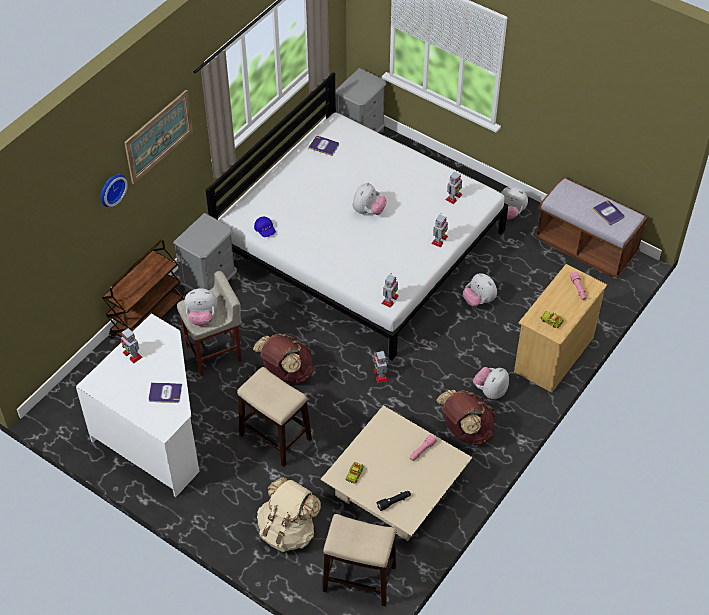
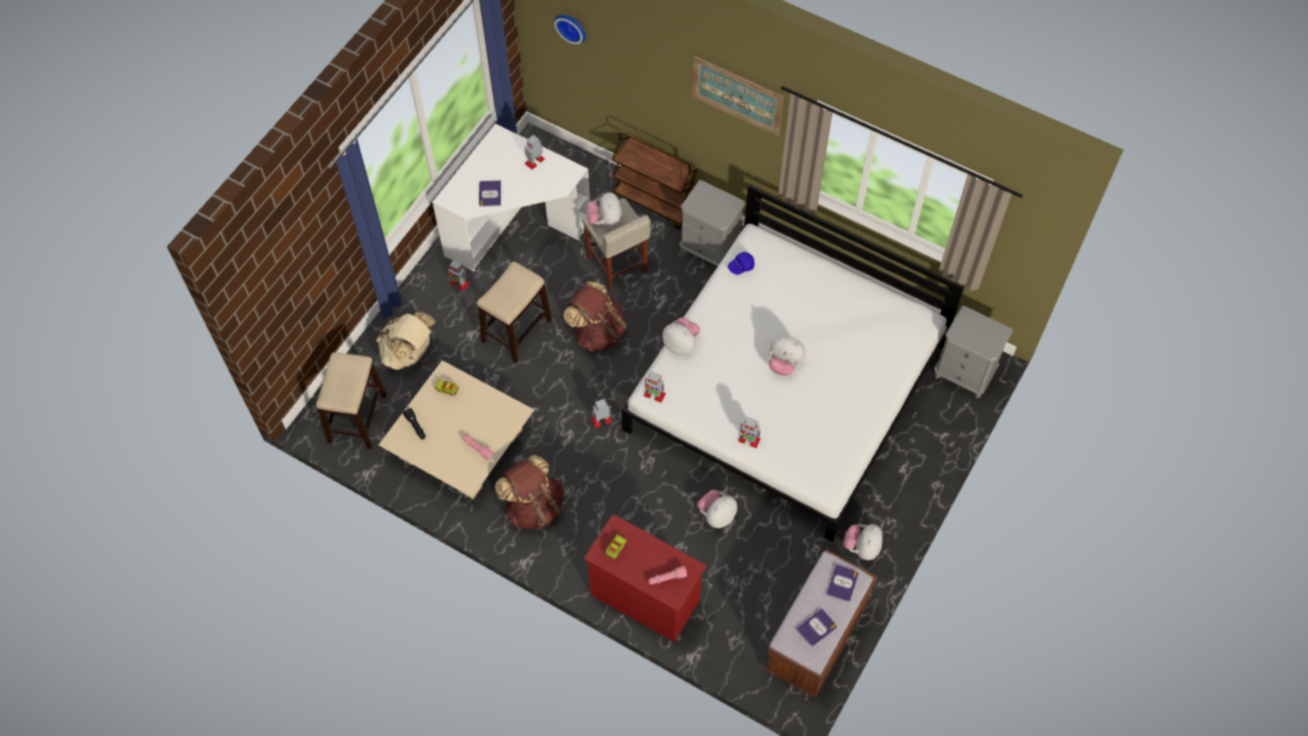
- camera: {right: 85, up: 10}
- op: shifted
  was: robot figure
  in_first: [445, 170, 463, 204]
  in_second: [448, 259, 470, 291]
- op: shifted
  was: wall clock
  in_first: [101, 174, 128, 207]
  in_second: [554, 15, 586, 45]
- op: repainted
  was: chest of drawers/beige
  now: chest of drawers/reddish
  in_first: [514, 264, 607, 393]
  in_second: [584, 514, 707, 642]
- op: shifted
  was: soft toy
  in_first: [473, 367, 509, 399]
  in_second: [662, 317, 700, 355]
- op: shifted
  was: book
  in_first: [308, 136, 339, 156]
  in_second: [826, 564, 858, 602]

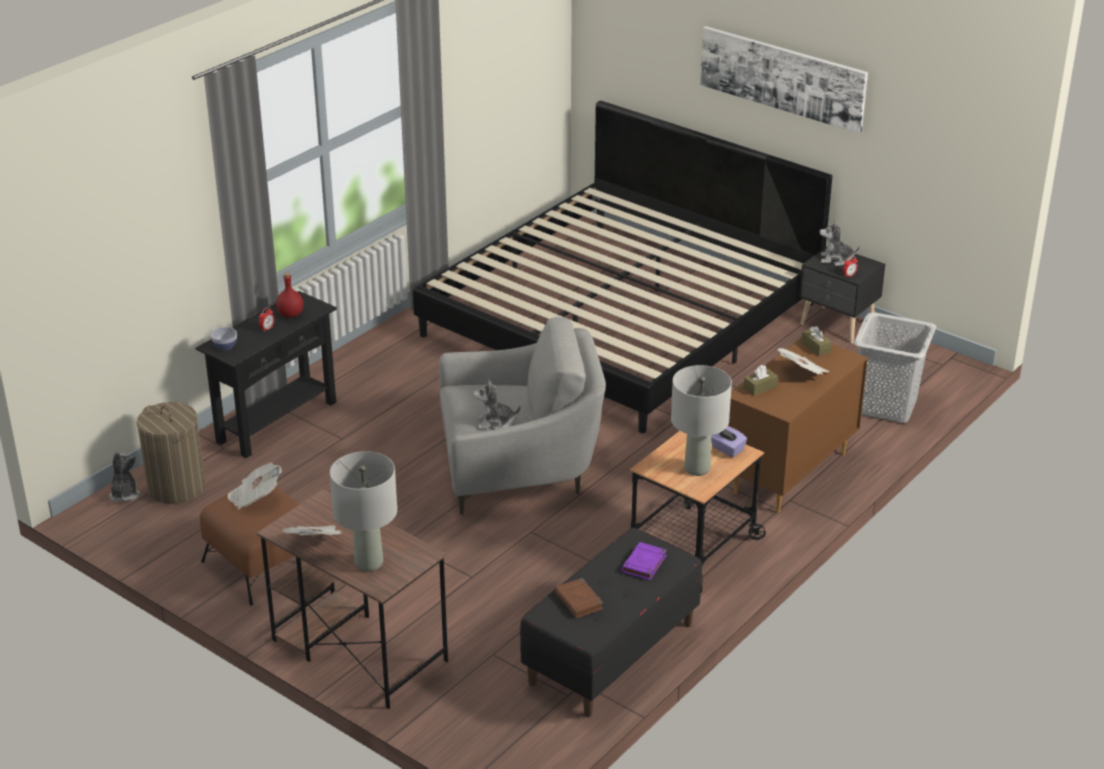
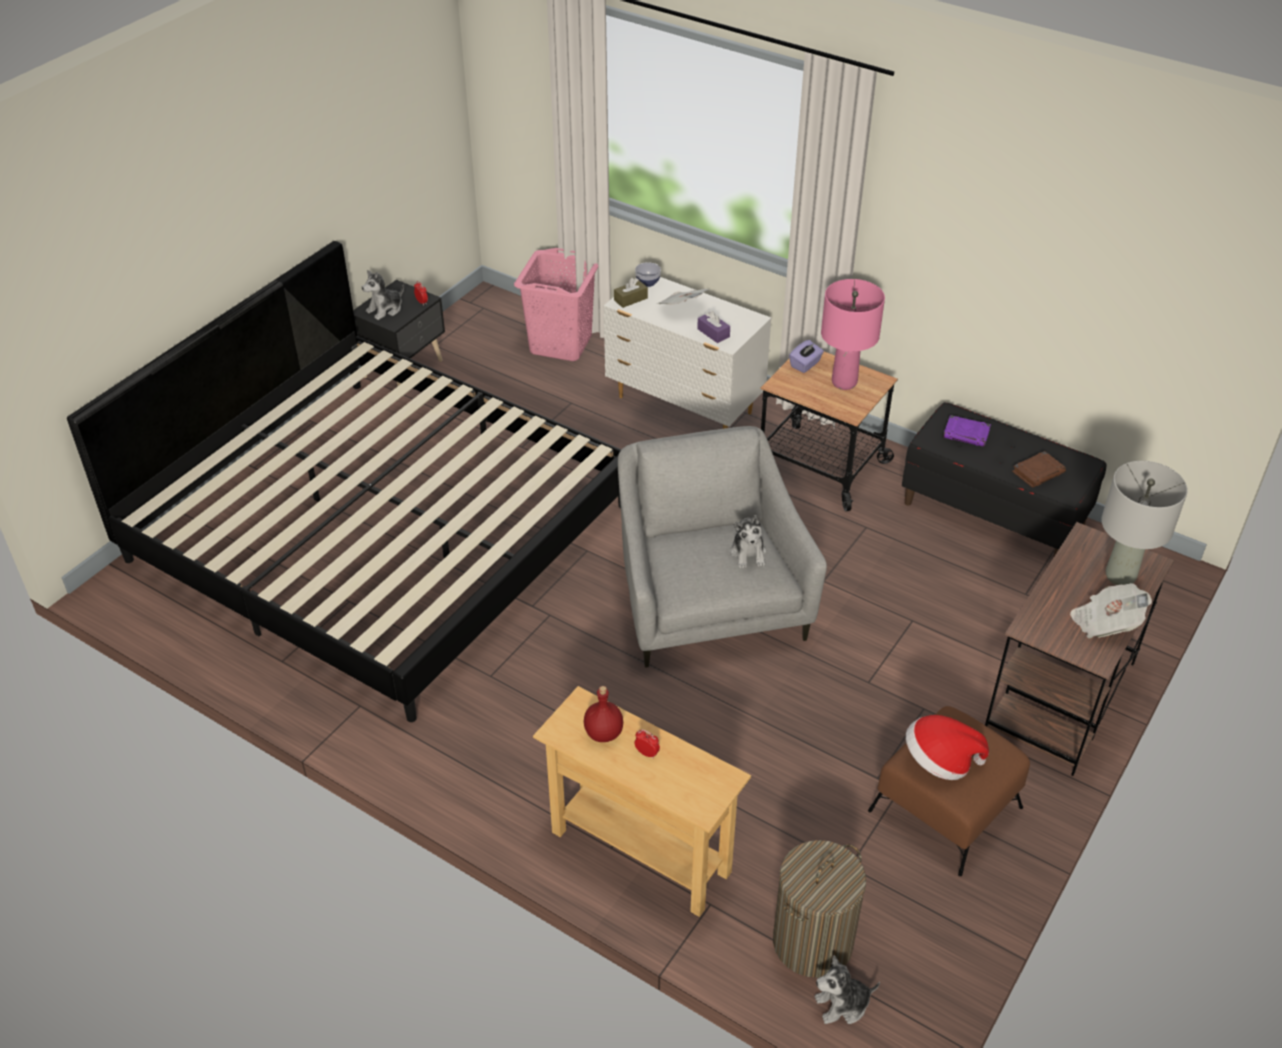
- camera: {right: -95, up: 10}
- op: rotated
  was: soft toy
  in_first: [820, 221, 860, 266]
  in_second: [362, 270, 404, 320]
  clockwise: 45
- op: repainted
  was: hamper/greyish
  now: hamper/pinkish
  in_first: [854, 312, 936, 423]
  in_second: [514, 248, 598, 361]
- op: repainted
  was: hall table/black-coloured
  now: hall table/beige
  in_first: [196, 291, 337, 458]
  in_second: [533, 686, 751, 917]
- op: repainted
  was: chest of drawers/brown
  now: chest of drawers/whitish
  in_first: [728, 337, 868, 513]
  in_second: [604, 277, 771, 429]
- op: shifted
  was: serving bowl
  in_first: [211, 327, 237, 351]
  in_second: [635, 262, 661, 287]
- op: repainted
  was: tissue box/brown
  now: tissue box/purple
  in_first: [744, 365, 778, 396]
  in_second: [697, 311, 730, 343]
- op: repainted
  was: tabletop lamp/greyish
  now: tabletop lamp/pinkish
  in_first: [671, 365, 732, 476]
  in_second: [821, 279, 885, 390]
- op: swapped
  was: newspaper
  now: wearable hat
  in_first: [227, 462, 282, 510]
  in_second: [906, 715, 989, 780]
- op: gone
  was: wall picture
  in_first: [700, 26, 868, 134]

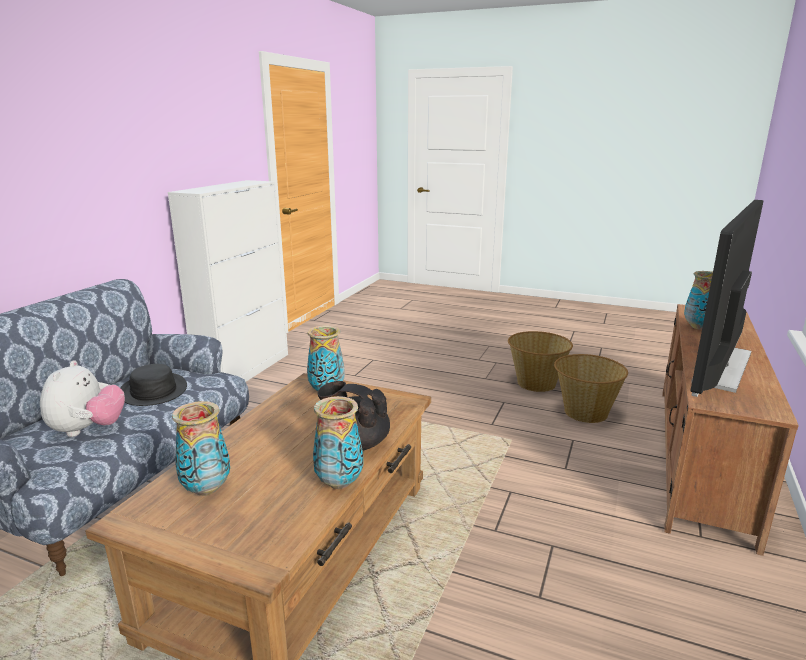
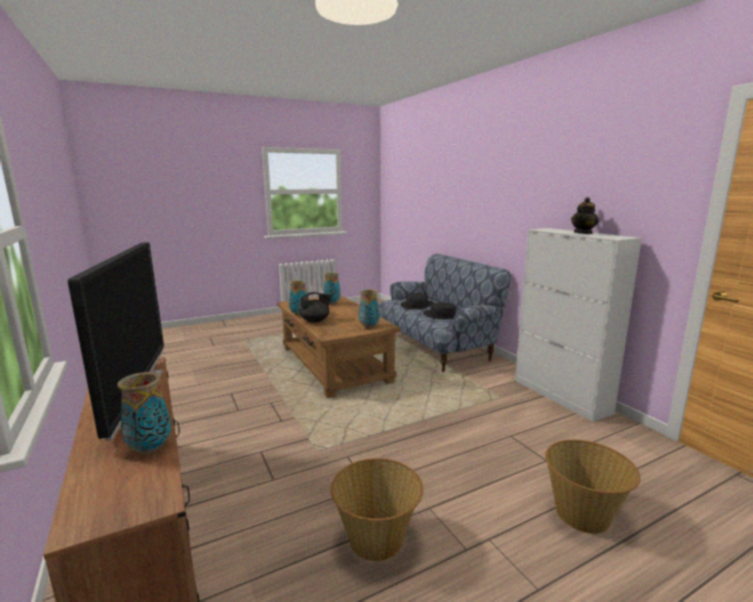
- camera: {right: 130, up: -5}
- op: swapped
  was: soft toy
  now: wearable hat/black-coloured
  in_first: [40, 360, 125, 437]
  in_second: [400, 293, 434, 309]
- op: shifted
  was: basket
  in_first: [554, 354, 628, 423]
  in_second: [545, 440, 641, 534]
- op: new
  now: tea pot
  in_second: [571, 197, 599, 234]

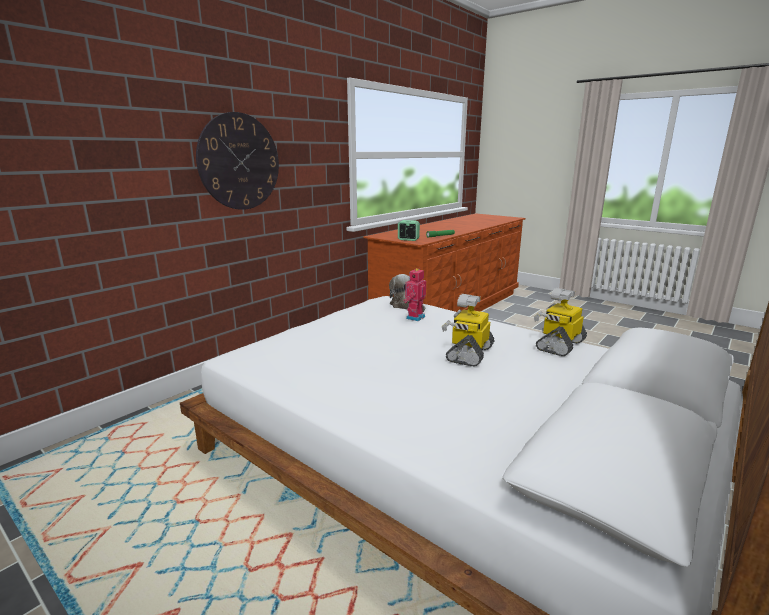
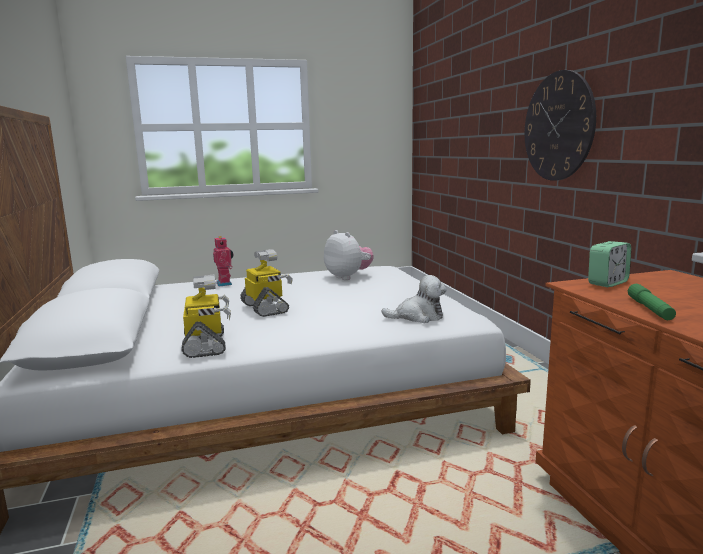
- camera: {right: 125, up: -5}
- op: shifted
  was: robot figure
  in_first: [403, 268, 426, 321]
  in_second: [213, 236, 233, 287]
- op: new
  now: soft toy
  in_second: [324, 230, 374, 280]

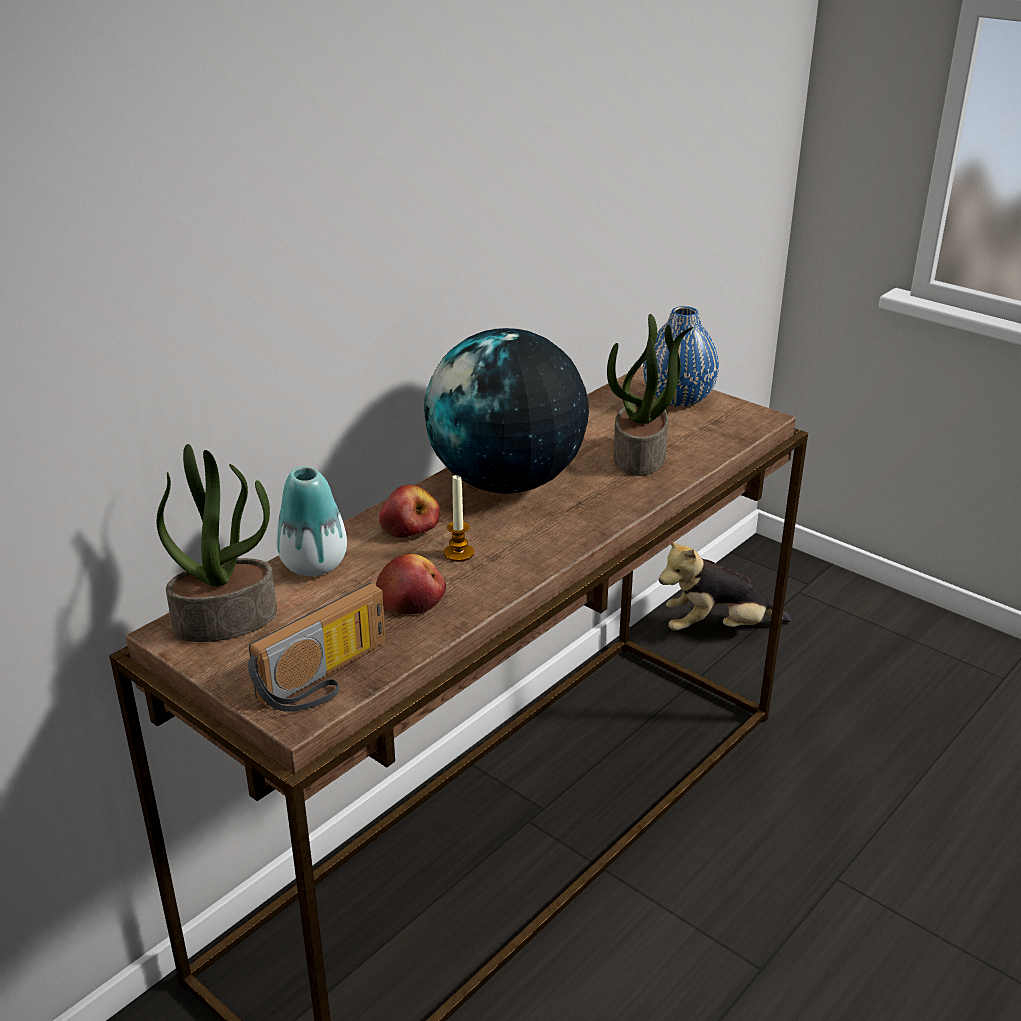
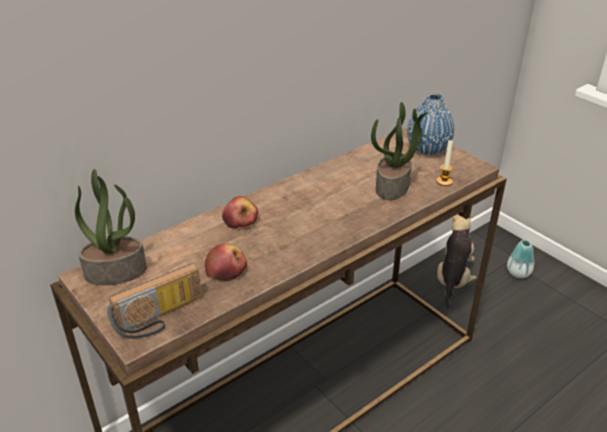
- camera: {right: 10, up: 5}
- op: shifted
  was: wax light
  in_first: [444, 475, 474, 562]
  in_second: [436, 140, 453, 186]
- op: rotated
  was: soft toy
  in_first: [659, 542, 791, 631]
  in_second: [437, 214, 477, 311]
  clockwise: 105
- op: shifted
  was: flower vase
  in_first: [276, 466, 347, 576]
  in_second: [507, 240, 534, 278]
- op: gone
  was: globe
  in_first: [424, 328, 589, 494]

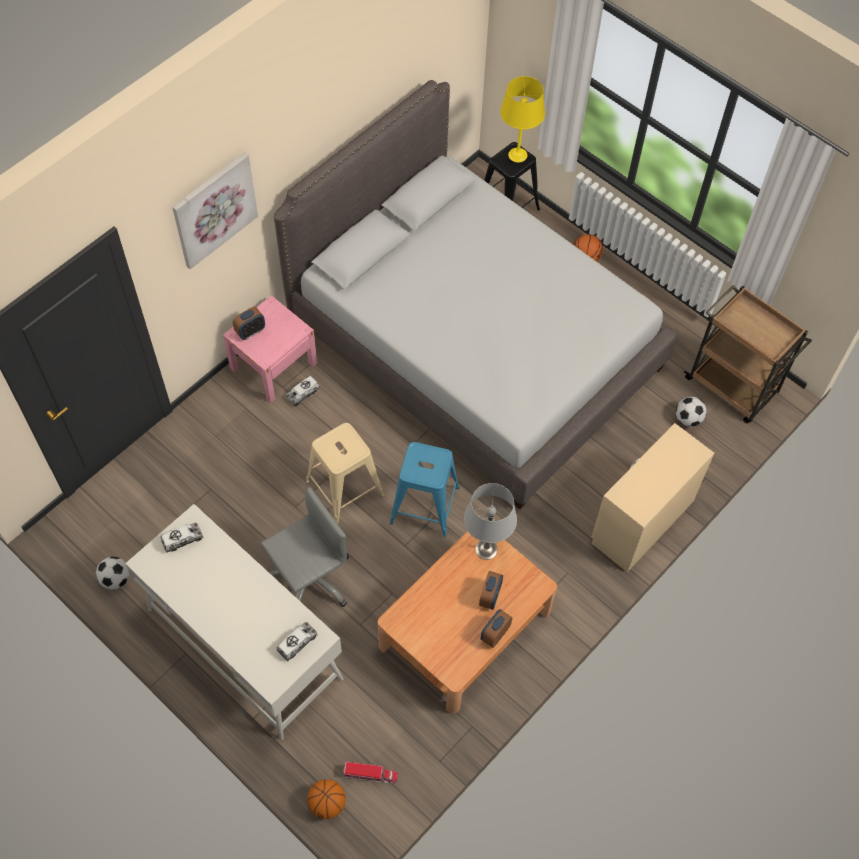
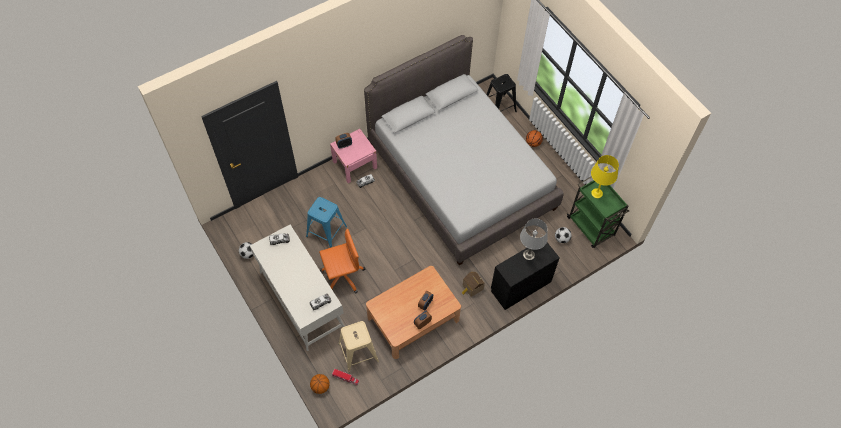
- camera: {right: 15, up: 0}
- op: shifted
  was: stool seat/bluish
  in_first: [390, 442, 460, 537]
  in_second: [306, 197, 347, 248]
- op: repainted
  was: office chair/greyish
  now: office chair/orange-coloured
  in_first: [260, 487, 349, 607]
  in_second: [319, 228, 365, 294]
- op: shifted
  was: stool seat/beige
  in_first: [305, 423, 384, 524]
  in_second: [338, 321, 379, 373]
- op: new
  now: model house
  in_second: [462, 272, 485, 297]
- op: repainted
  was: chest of drawers/beige
  now: chest of drawers/black-coloured
  in_first: [591, 423, 714, 572]
  in_second: [491, 242, 560, 310]
- op: shifted
  was: tabletop lamp/greyish
  in_first: [464, 483, 517, 560]
  in_second: [520, 218, 548, 260]
- op: repainted
  was: trolley/brown
  now: trolley/green
  in_first: [684, 285, 812, 423]
  in_second: [567, 176, 629, 248]
- op: shifted
  was: tabletop lamp/yellow-coloured
  in_first: [500, 76, 545, 163]
  in_second: [591, 155, 619, 198]
- op: gone
  was: wall picture
  in_first: [172, 153, 258, 269]

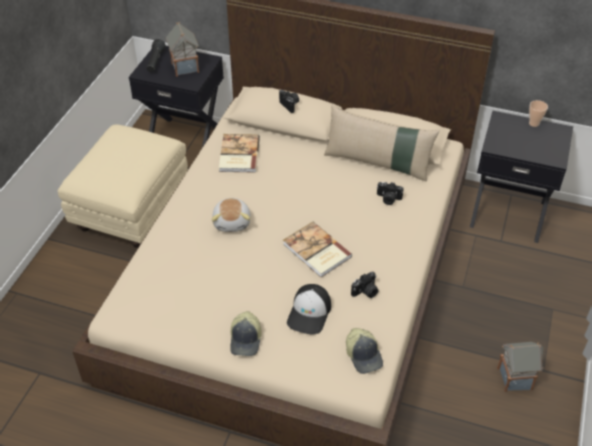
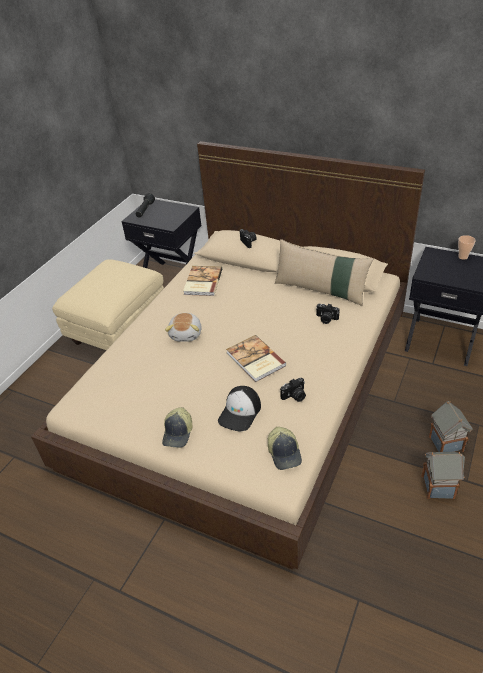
- camera: {right: 10, up: -5}
- op: shifted
  was: model house
  in_first: [166, 22, 199, 77]
  in_second: [429, 401, 473, 452]

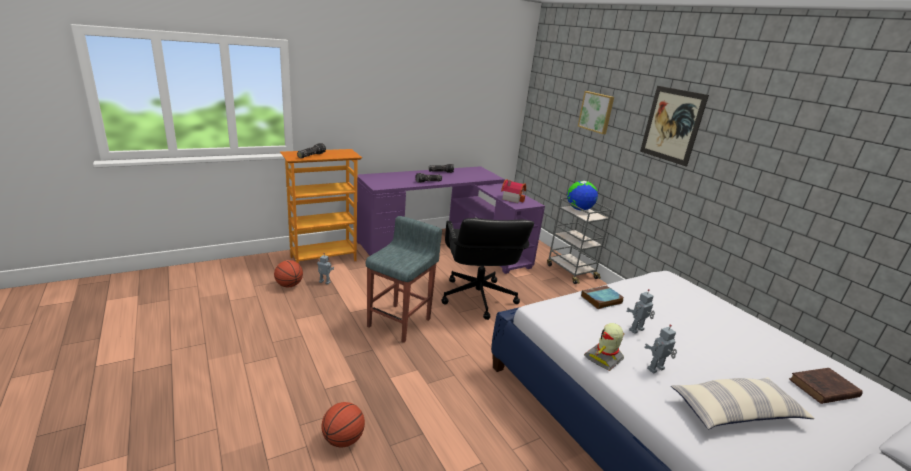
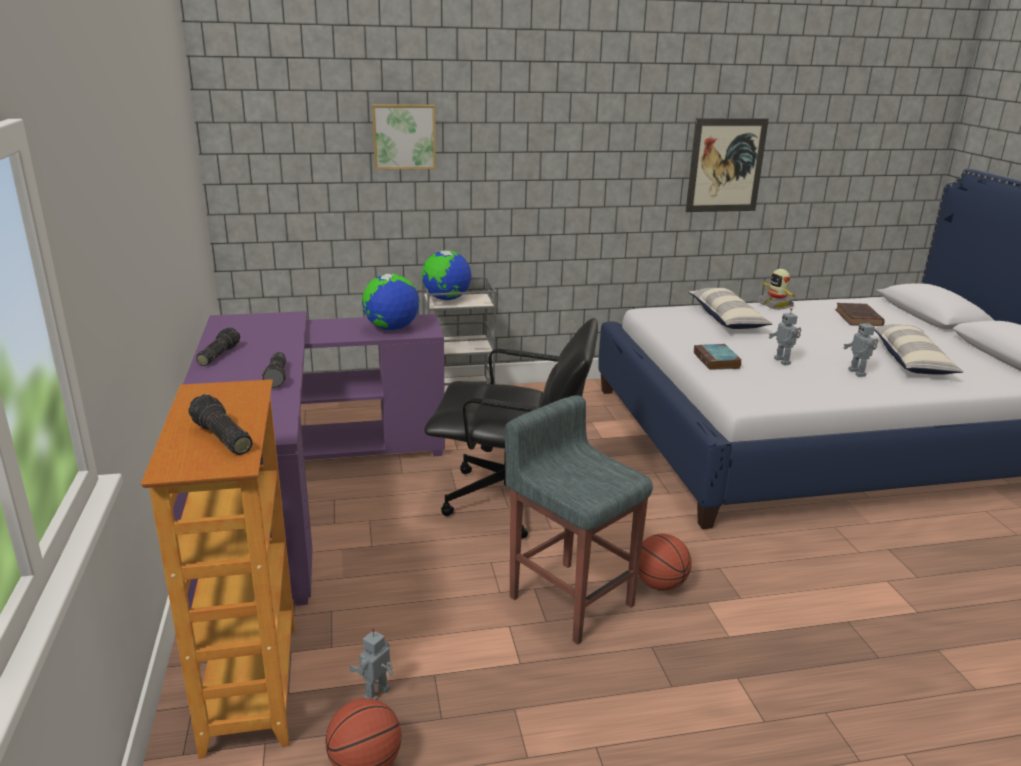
- camera: {right: -70, up: 0}
- op: swapped
  was: model house
  now: globe
  in_first: [501, 179, 526, 203]
  in_second: [362, 274, 419, 331]
- op: shifted
  was: basketball ball
  in_first: [322, 402, 365, 447]
  in_second: [638, 534, 692, 591]
- op: shifted
  was: wall picture
  in_first: [640, 86, 709, 167]
  in_second: [686, 118, 769, 212]
- op: new
  now: throw pillow
  in_second: [689, 288, 772, 329]
- op: shifted
  was: robot figure
  in_first: [584, 323, 624, 371]
  in_second: [756, 269, 798, 310]

